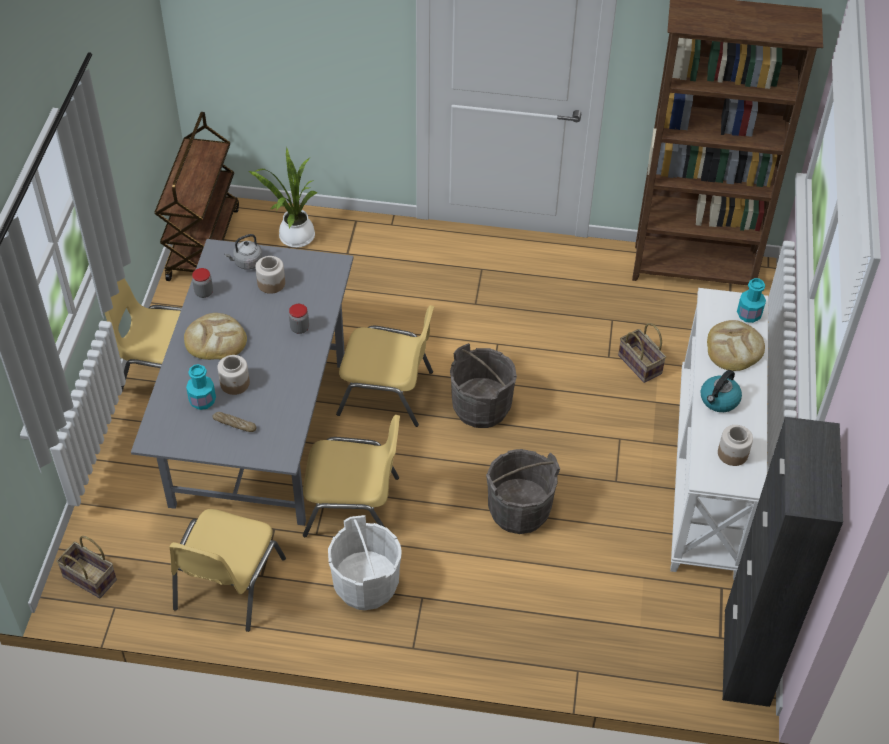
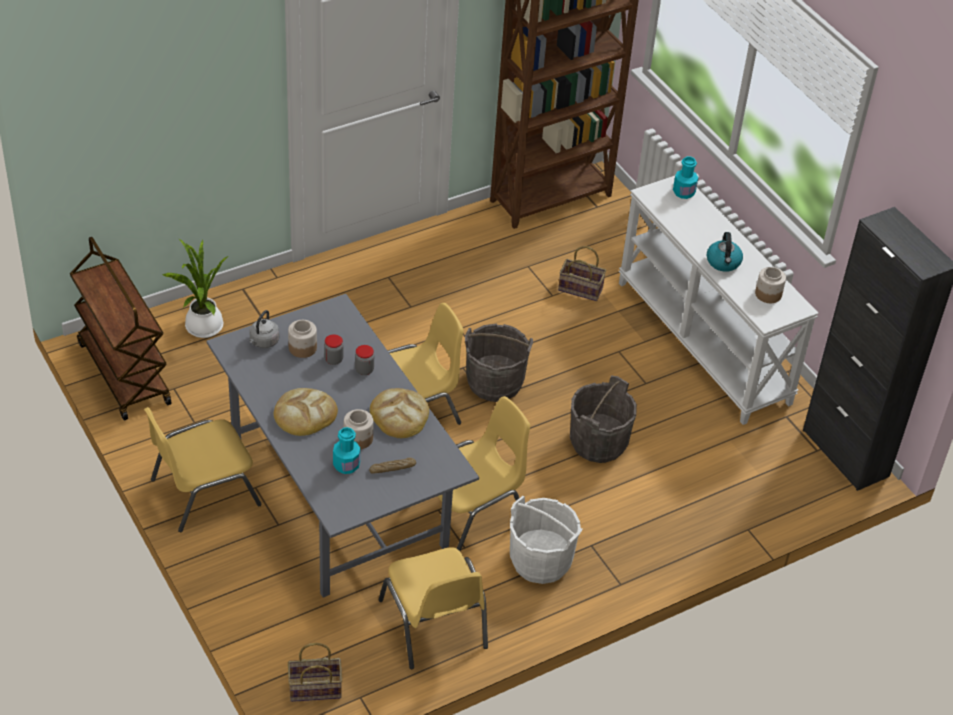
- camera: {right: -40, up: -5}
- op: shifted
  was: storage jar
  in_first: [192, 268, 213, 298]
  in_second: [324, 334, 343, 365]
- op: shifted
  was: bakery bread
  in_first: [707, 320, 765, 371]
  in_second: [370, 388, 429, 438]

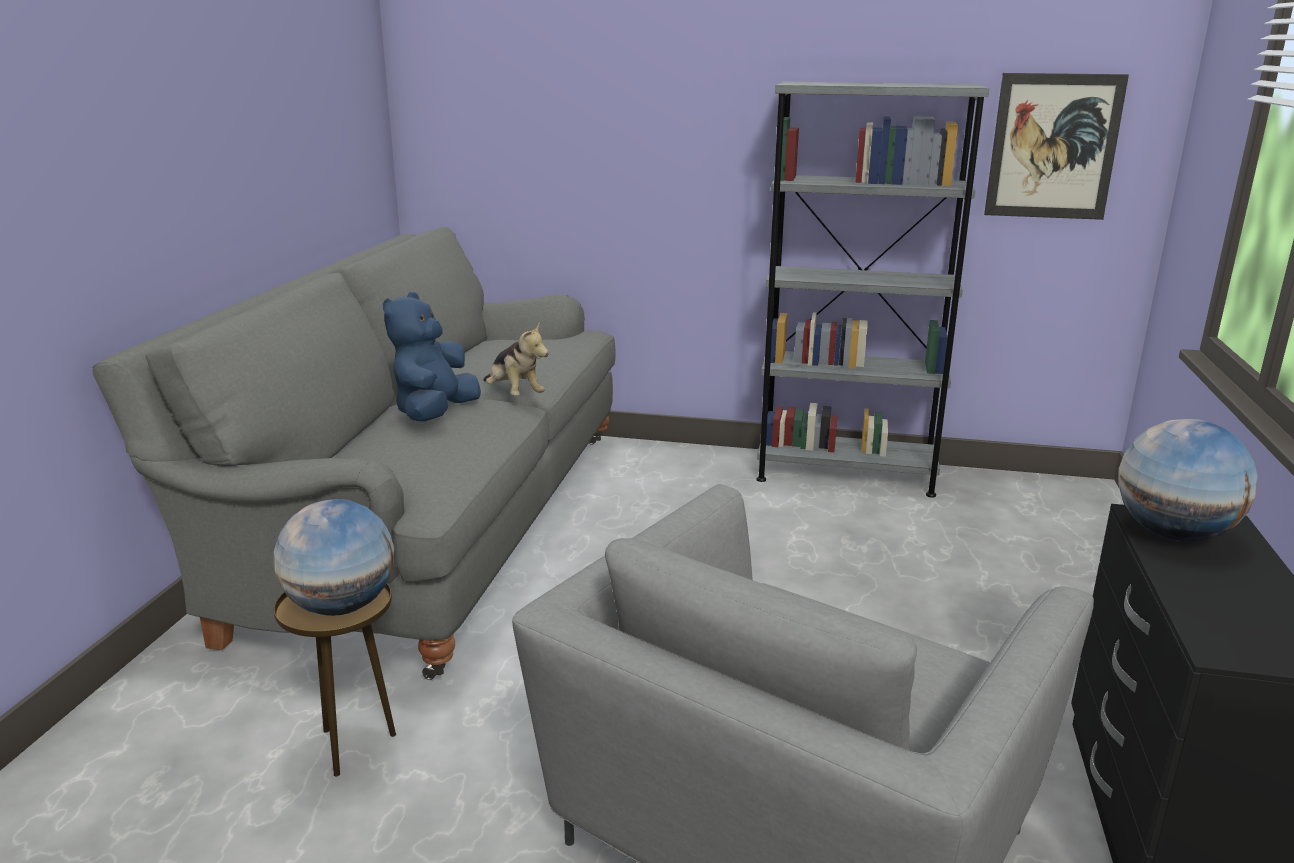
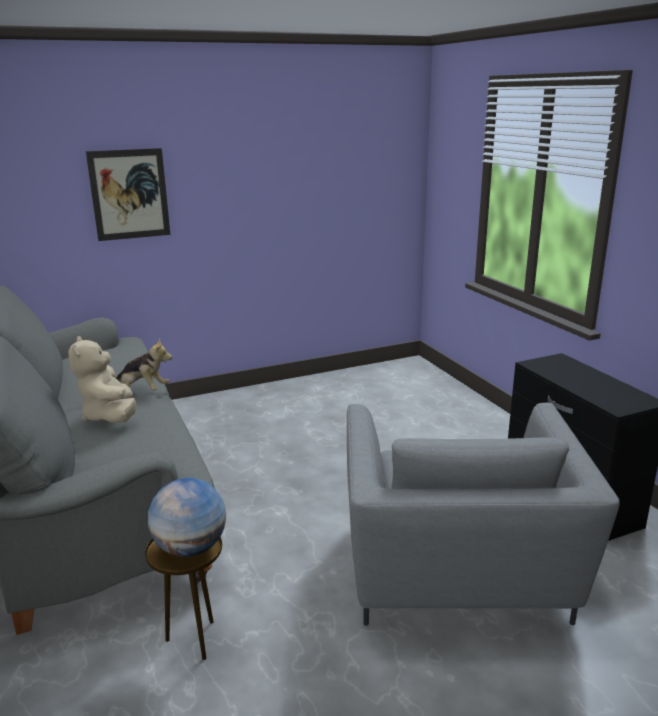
- camera: {right: -35, up: 0}
- op: repainted
  was: soft toy/bluish
  now: soft toy/beige
  in_first: [383, 292, 481, 422]
  in_second: [68, 336, 137, 423]
- op: shifted
  was: wall picture
  in_first: [984, 73, 1129, 220]
  in_second: [86, 148, 170, 241]
- op: gone
  was: bookcase/greyish
  in_first: [757, 81, 989, 498]
- op: gone
  was: globe
  in_first: [1118, 419, 1258, 542]

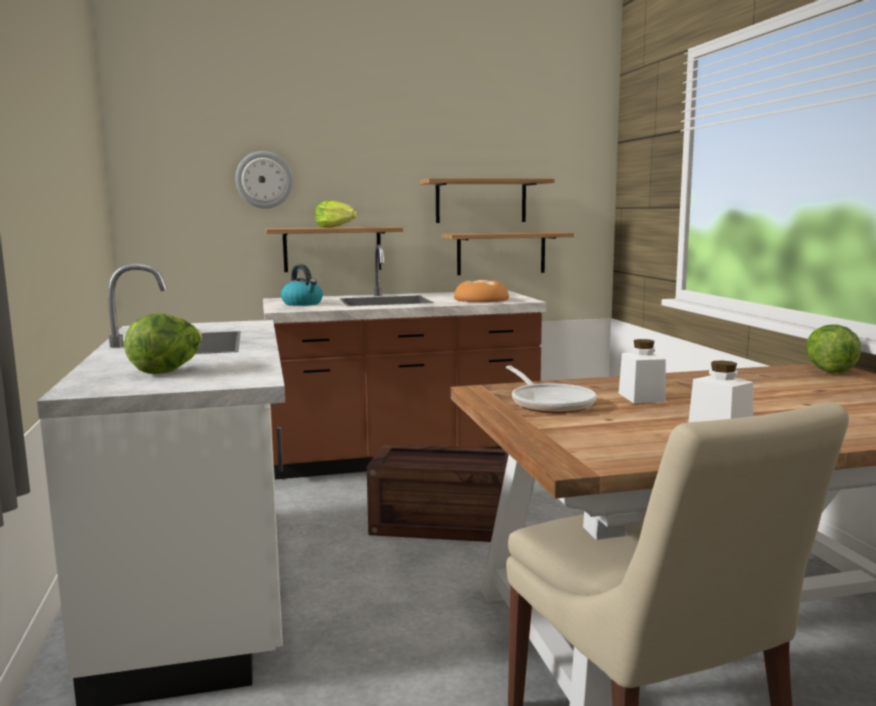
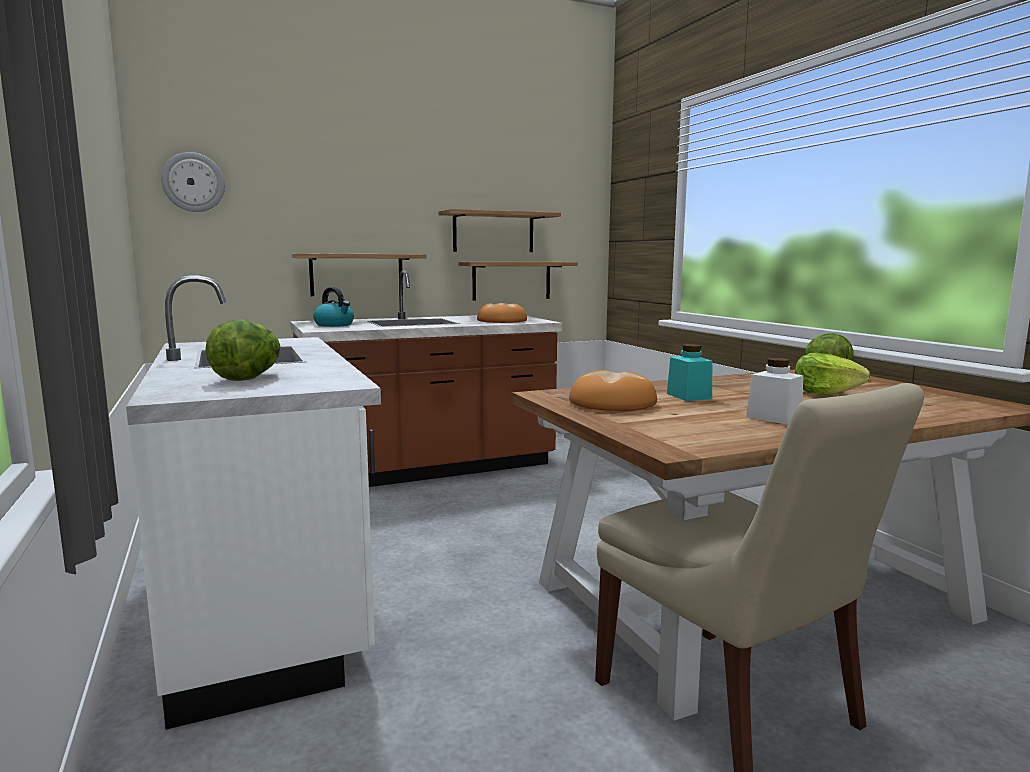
- camera: {right: -10, up: 0}
- op: shifted
  was: wall clock
  in_first: [235, 151, 293, 209]
  in_second: [161, 152, 225, 212]
- op: swapped
  was: frying pan
  now: bakery bread
  in_first: [506, 366, 596, 413]
  in_second: [569, 370, 657, 411]
- op: repainted
  was: storage jar/whitish
  now: storage jar/blue-green
  in_first: [619, 339, 666, 403]
  in_second: [667, 344, 712, 401]
- op: shifted
  was: lettuce head
  in_first: [315, 200, 357, 227]
  in_second: [795, 353, 870, 395]
- op: gone
  was: shipping crate
  in_first: [367, 444, 509, 542]

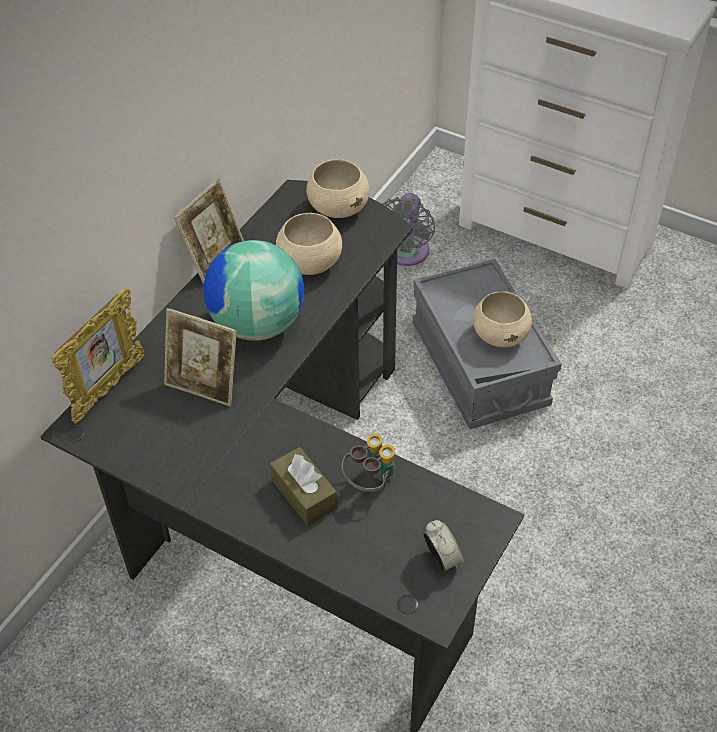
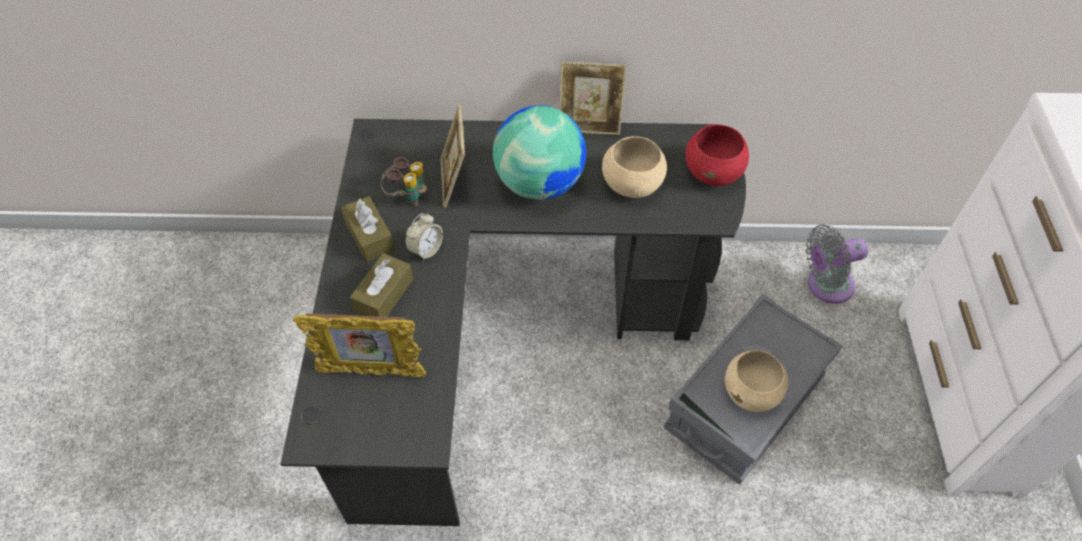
- camera: {right: 60, up: 5}
- op: shifted
  was: standing frame
  in_first: [52, 287, 145, 424]
  in_second: [293, 313, 426, 377]
- op: new
  now: tissue box/brown
  in_second: [341, 196, 395, 262]
- op: shifted
  was: pair of binoculars
  in_first: [342, 434, 395, 492]
  in_second: [381, 157, 427, 207]
- op: shifted
  was: bedside clock
  in_first: [423, 520, 464, 572]
  in_second: [405, 213, 443, 261]
- op: repainted
  was: serving bowl/beige
  now: serving bowl/reddish
  in_first: [306, 159, 370, 218]
  in_second: [686, 124, 749, 186]

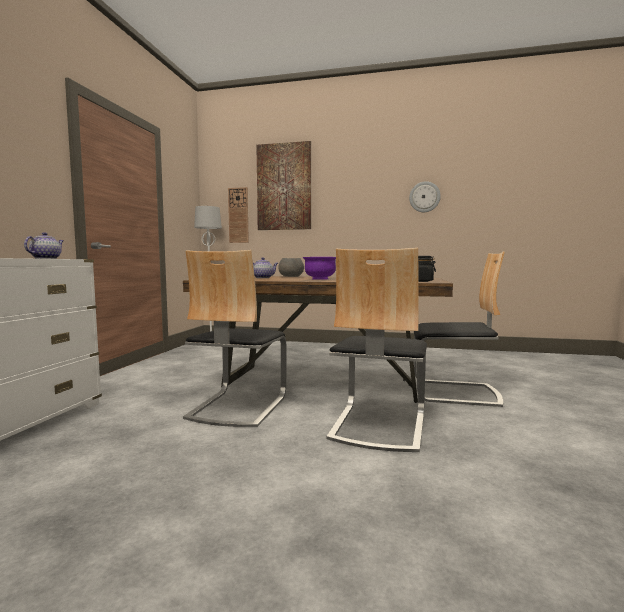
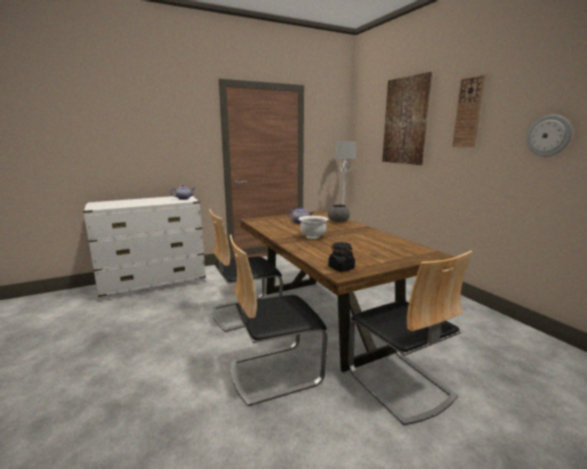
- camera: {right: 50, up: 10}
- op: repainted
  was: serving bowl/purple
  now: serving bowl/whitish
  in_first: [302, 257, 336, 280]
  in_second: [299, 216, 329, 239]
- op: shifted
  was: wall clock
  in_first: [228, 187, 249, 243]
  in_second: [452, 75, 485, 148]

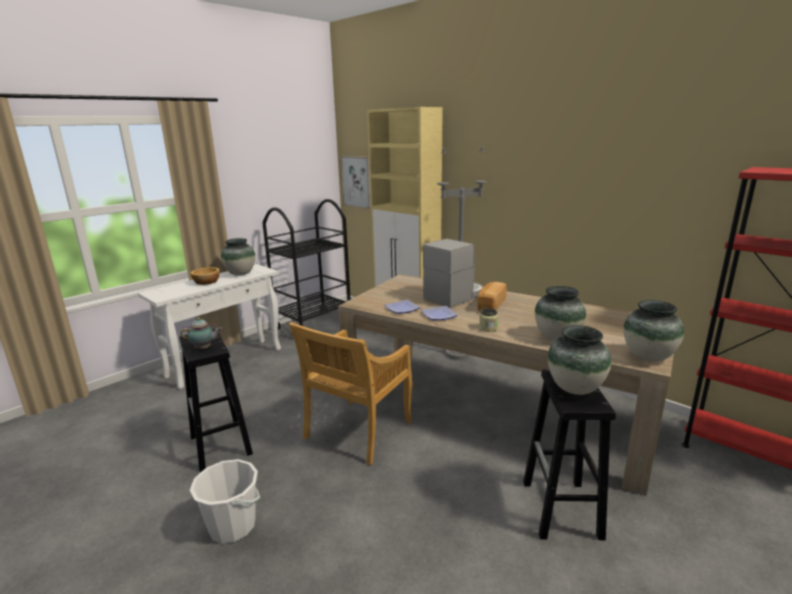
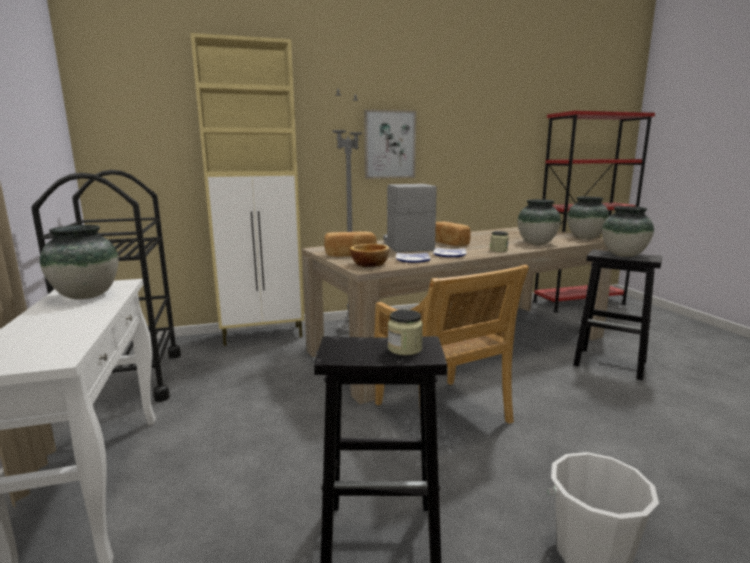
- camera: {right: -60, up: -5}
- op: new
  now: bakery bread
  in_second: [324, 232, 377, 257]
- op: shifted
  was: serving bowl
  in_first: [191, 267, 220, 285]
  in_second: [350, 244, 390, 267]
- op: shifted
  was: wall picture
  in_first: [341, 156, 371, 209]
  in_second: [364, 110, 416, 179]
- op: swapped
  was: tea pot
  now: storage jar
  in_first: [180, 317, 222, 349]
  in_second: [388, 309, 423, 355]

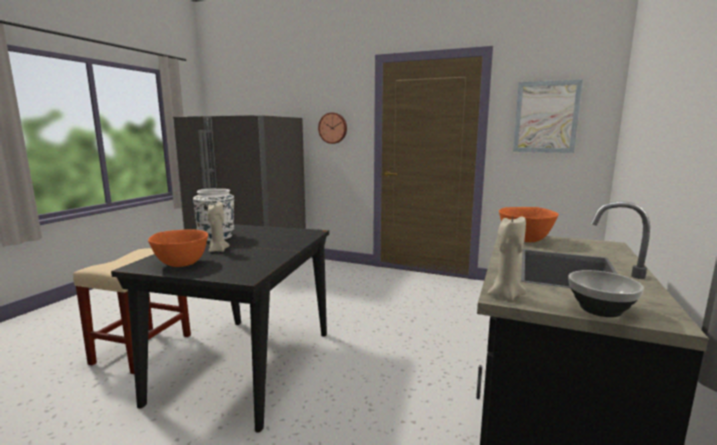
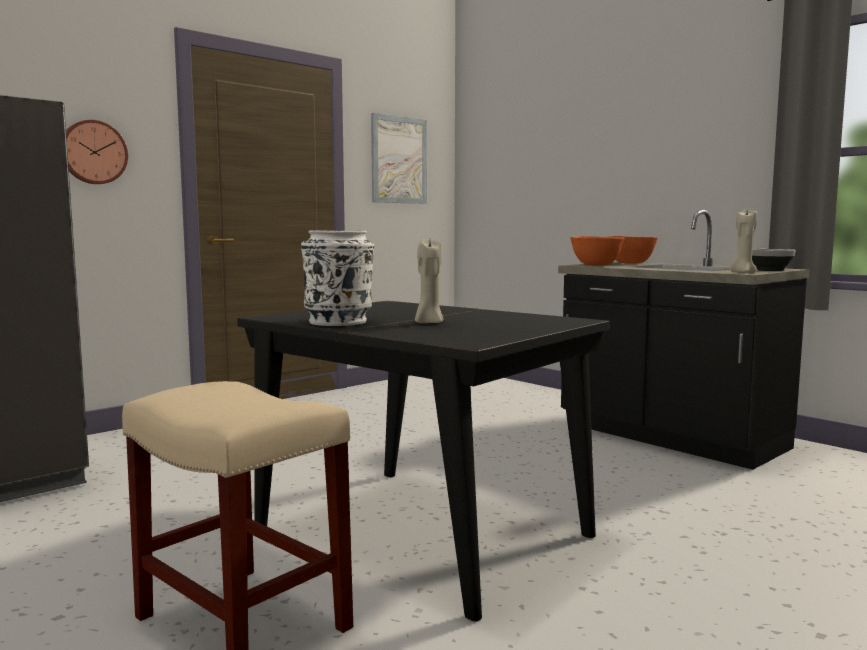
- camera: {right: -65, up: -5}
- op: shifted
  was: serving bowl/orange-coloured
  in_first: [148, 229, 208, 267]
  in_second: [606, 236, 658, 263]

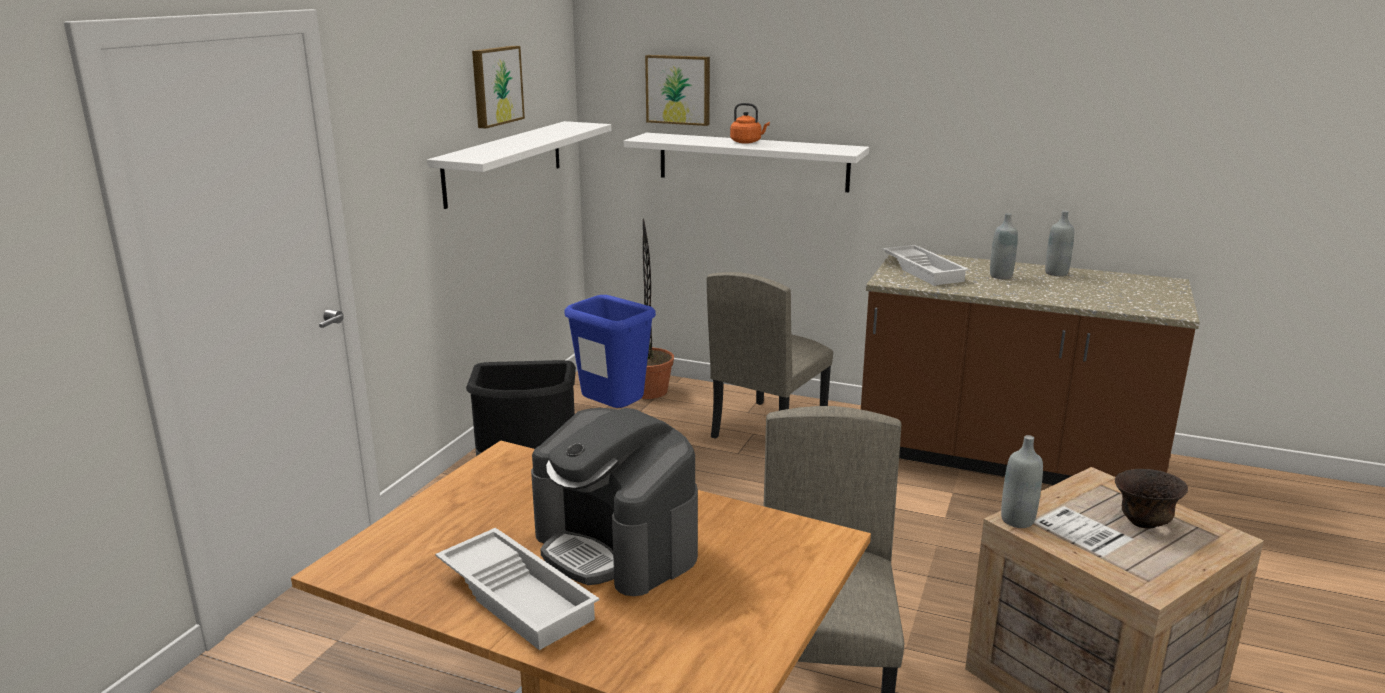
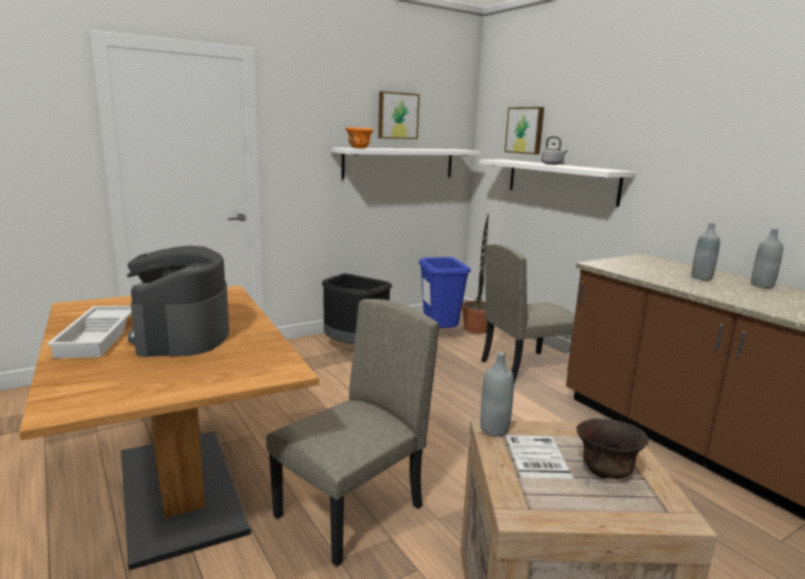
- camera: {right: 35, up: -5}
- op: new
  now: serving bowl/orange-coloured
  in_second: [345, 127, 374, 149]
- op: repainted
  was: tea kettle/orange-coloured
  now: tea kettle/greyish
  in_first: [730, 103, 770, 144]
  in_second: [541, 136, 568, 165]
- op: gone
  was: carrying tray/whitish
  in_first: [883, 245, 969, 286]

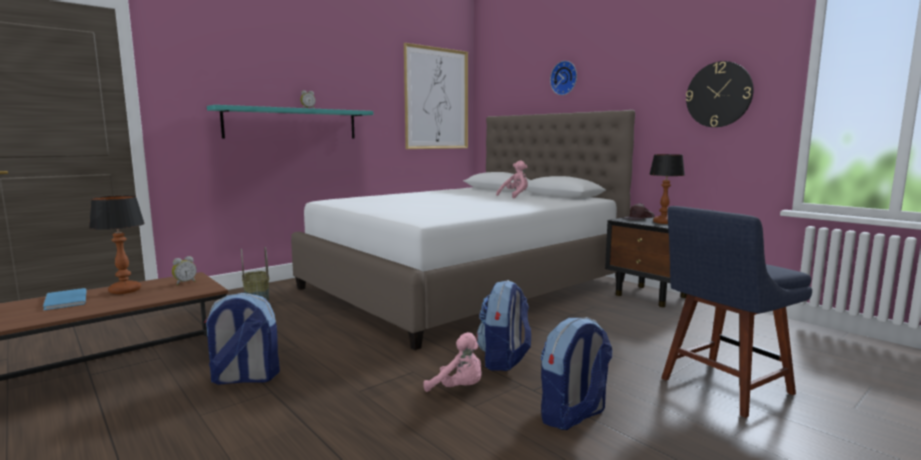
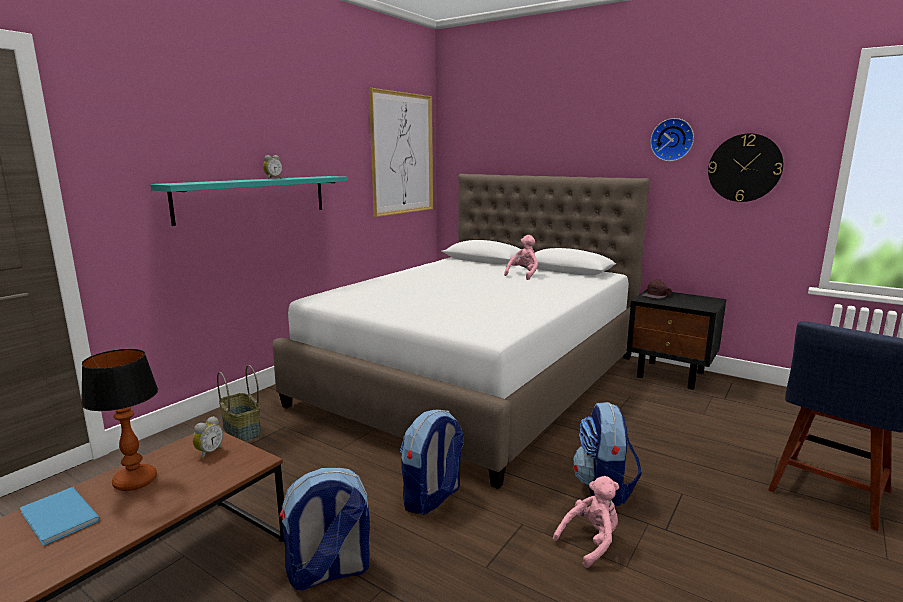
- camera: {right: -15, up: 5}
- op: shifted
  was: rucksack
  in_first: [541, 317, 612, 430]
  in_second: [400, 410, 464, 515]
- op: rotated
  was: soft toy/pinkish
  in_first: [423, 332, 482, 392]
  in_second: [553, 476, 619, 568]
  clockwise: -45
- op: shifted
  was: wall clock
  in_first: [550, 61, 577, 95]
  in_second: [650, 118, 694, 161]
- op: gone
  was: tabletop lamp
  in_first: [649, 154, 685, 224]

